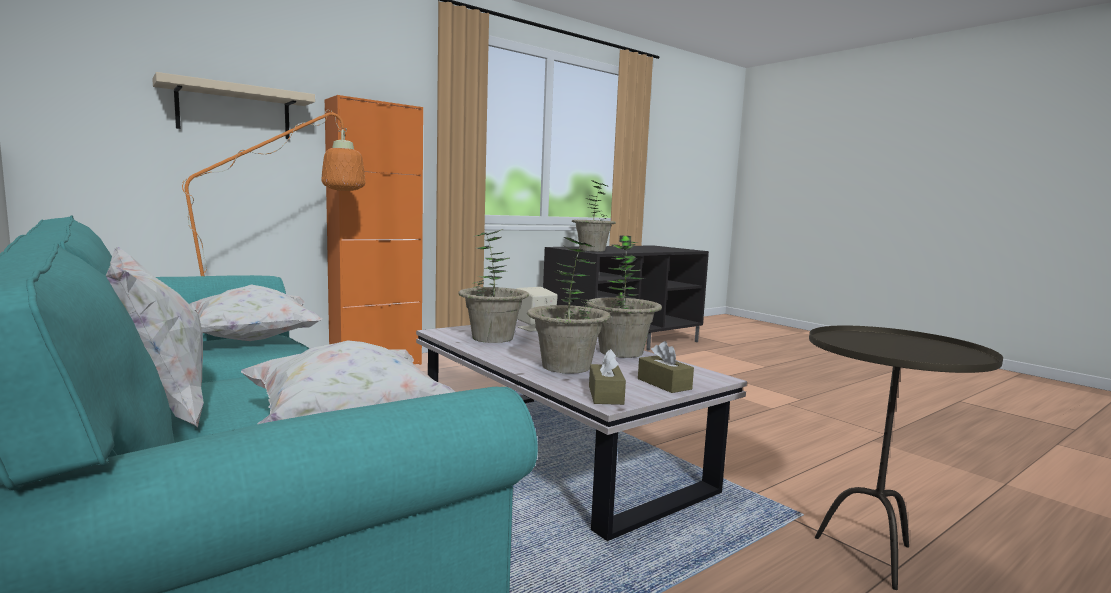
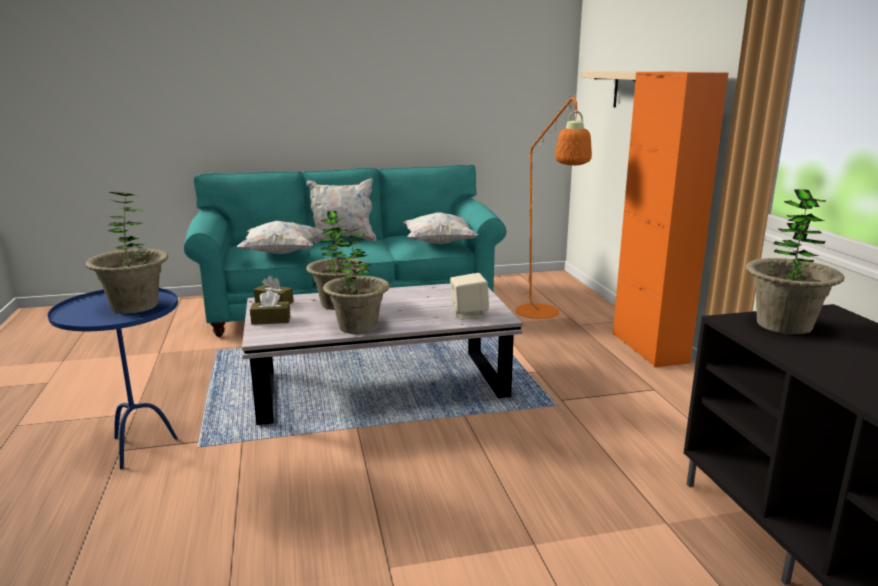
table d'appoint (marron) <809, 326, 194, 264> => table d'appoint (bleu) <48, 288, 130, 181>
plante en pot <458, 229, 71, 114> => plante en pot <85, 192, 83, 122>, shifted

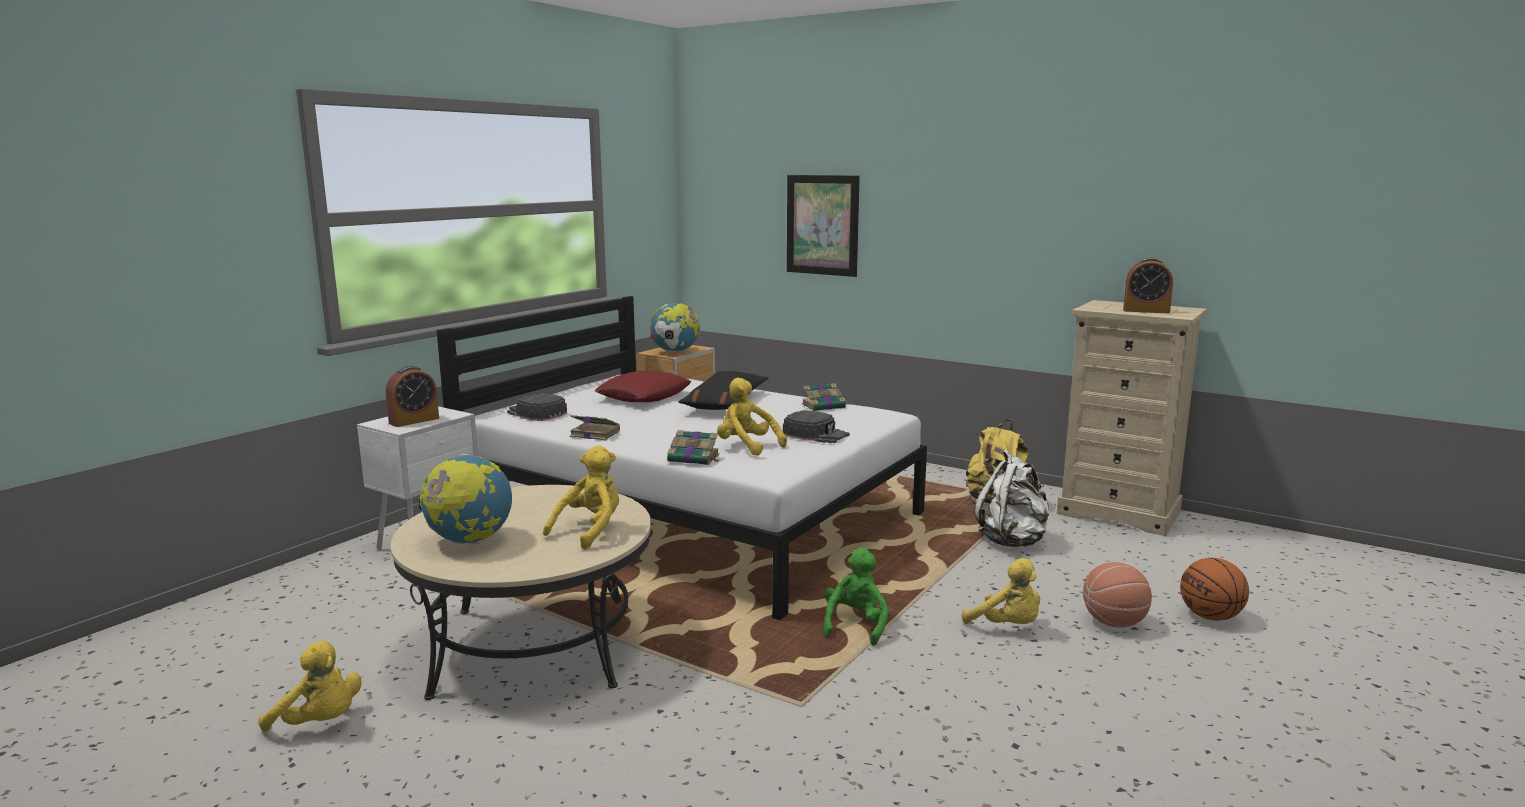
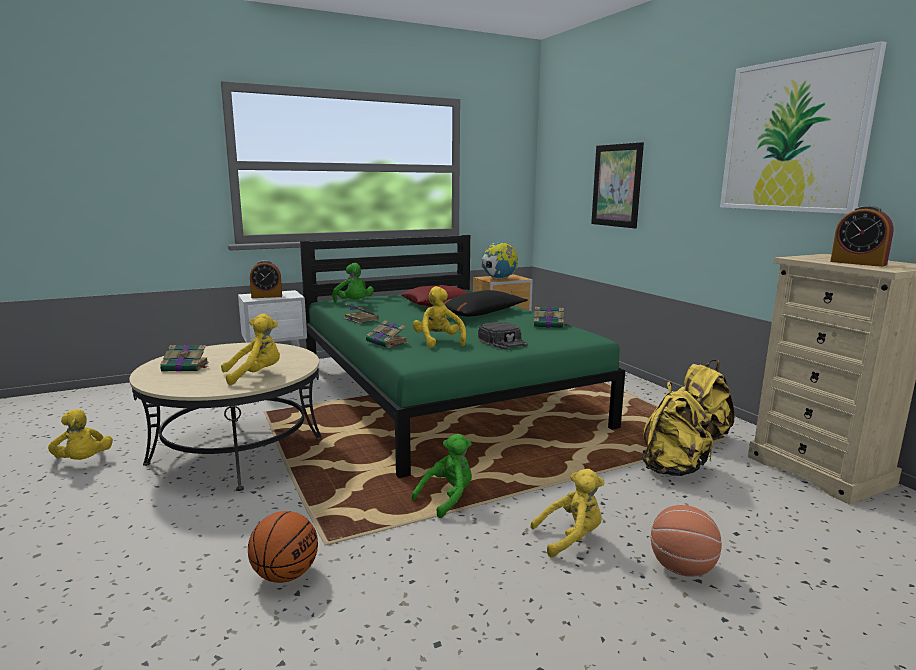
globe <419, 454, 93, 90> => livre <160, 345, 49, 27>
ballon de basket <1180, 558, 69, 63> => ballon de basket <248, 511, 70, 72>, shifted
lit (blanc) <437, 296, 490, 324> => lit (vert) <300, 235, 325, 243>
casquette (noir) <507, 393, 60, 28> => peluche (vert) <332, 263, 42, 39>
peluche (jaune) <962, 558, 78, 66> => peluche (jaune) <530, 469, 75, 89>, 90 degrees counterclockwise
sac à dos (blanc) <974, 449, 75, 98> => sac à dos (jaune) <643, 382, 70, 94>
nothing => tableau <720, 41, 167, 173>

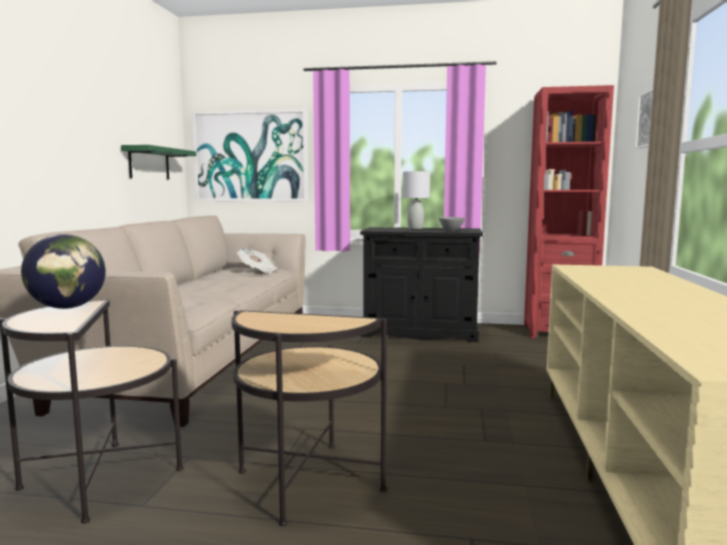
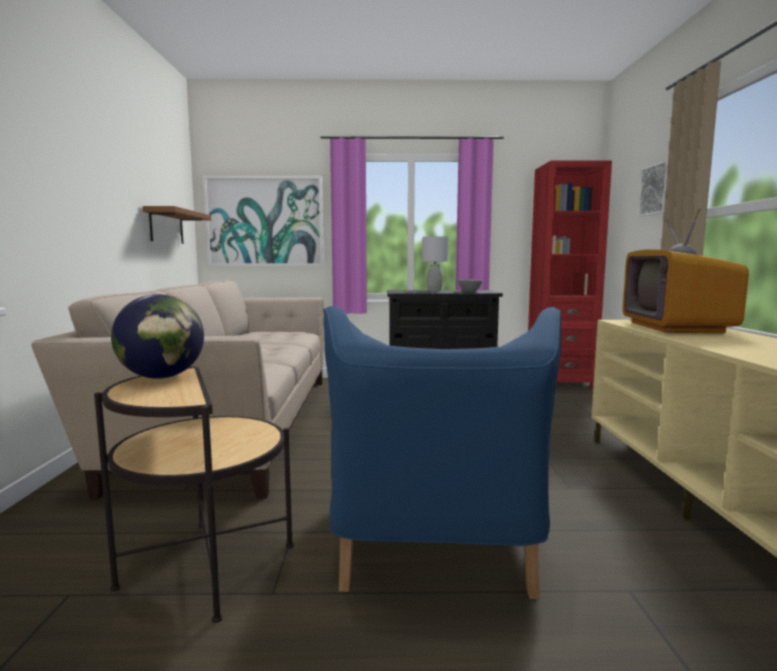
étagère (vert) <121, 145, 75, 35> => étagère (marron) <143, 206, 68, 38>
table d'appoint <231, 310, 156, 216> => fauteuil (bleu) <323, 306, 238, 293>
nothing => téléviseur <623, 208, 126, 125>
journal <237, 248, 41, 25> => nothing

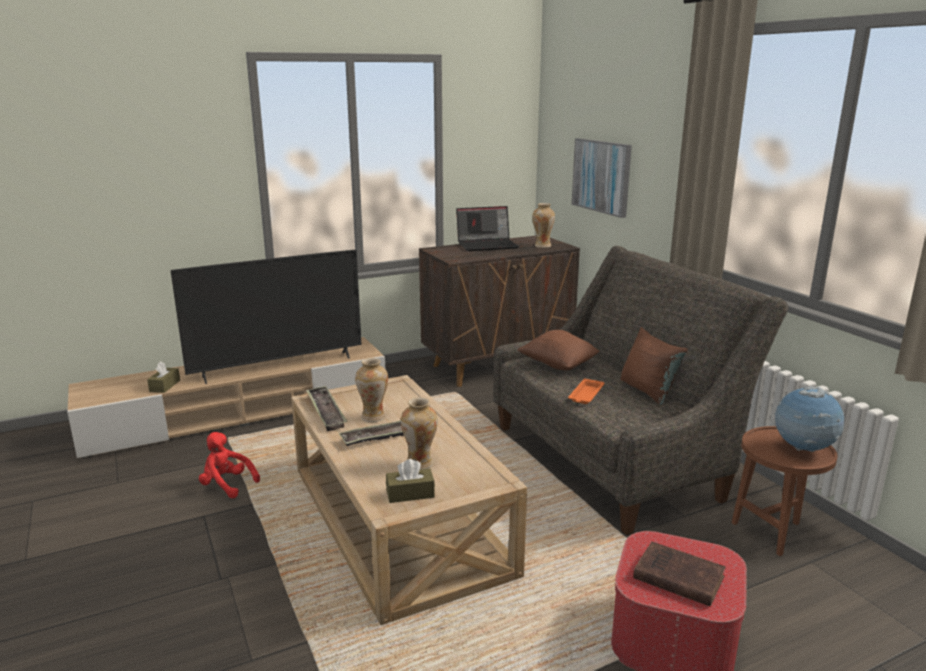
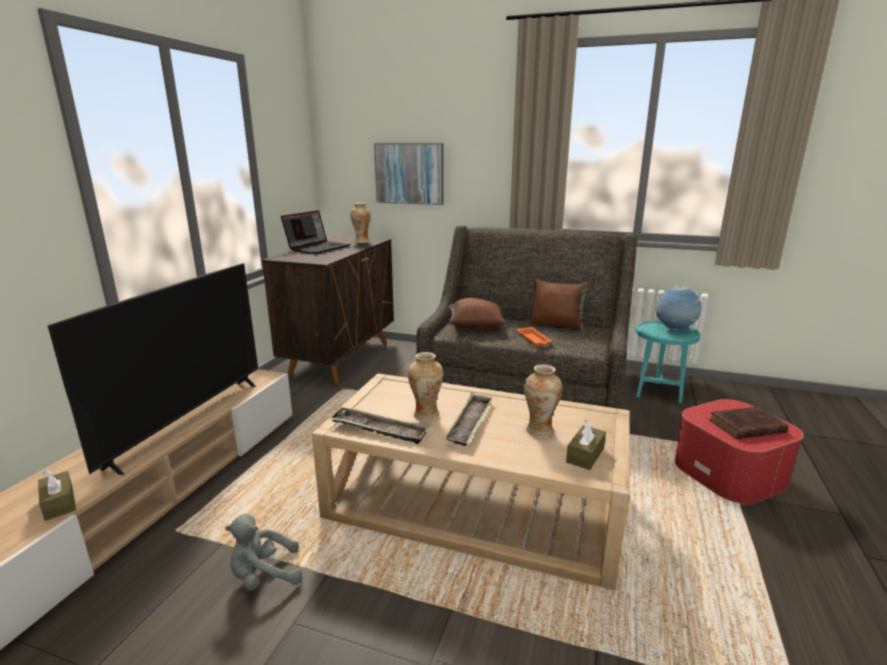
peluche (rouge) <199, 432, 61, 66> => peluche (gris) <225, 514, 78, 76>
table d'appoint (marron) <732, 426, 106, 130> => table d'appoint (turquoise) <636, 321, 64, 82>

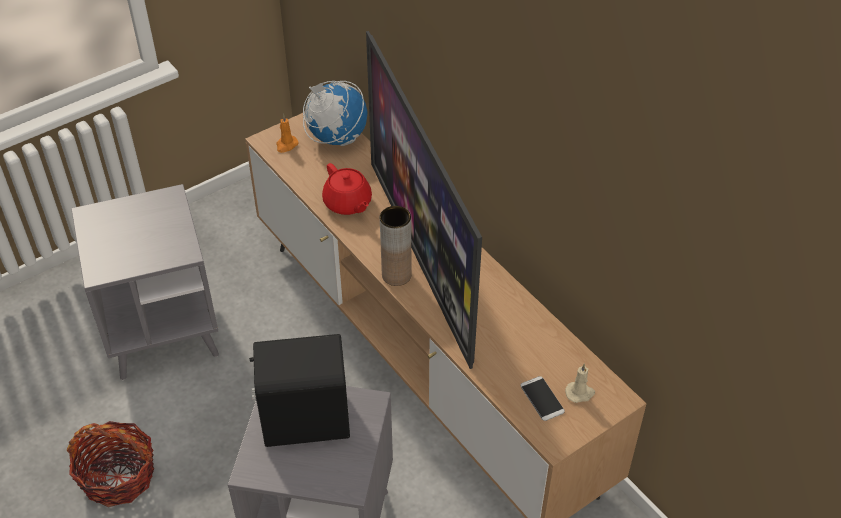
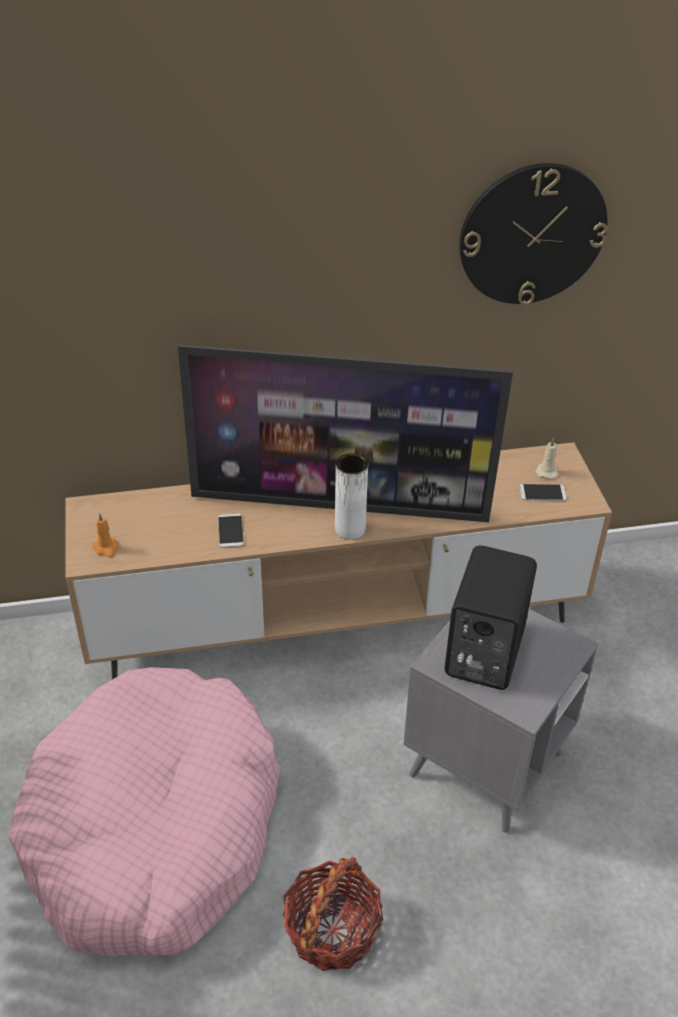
table d'appoint (gris) <71, 184, 148, 196> => panier pour chien (rose) <9, 667, 271, 290>
théière (rouge) <322, 163, 50, 52> => téléphone <218, 513, 26, 35>
vase (marron) <380, 206, 32, 80> => vase (blanc) <335, 453, 33, 87>
nothing => horloge murale <459, 163, 149, 142>
globe <303, 81, 65, 65> => nothing

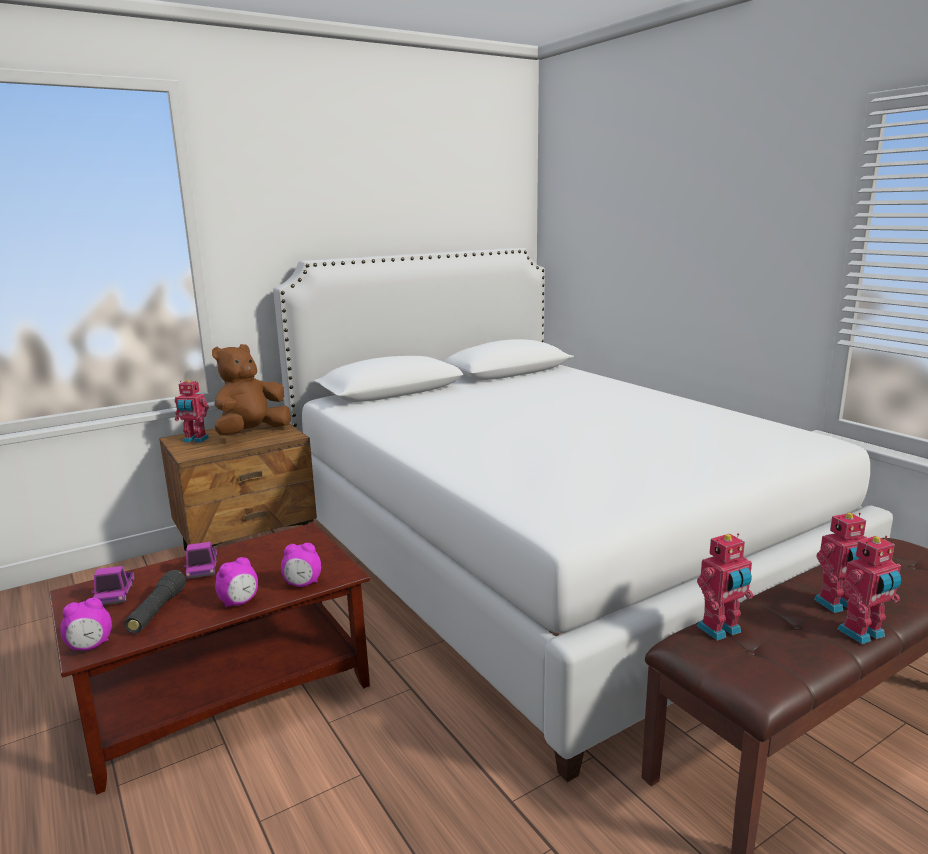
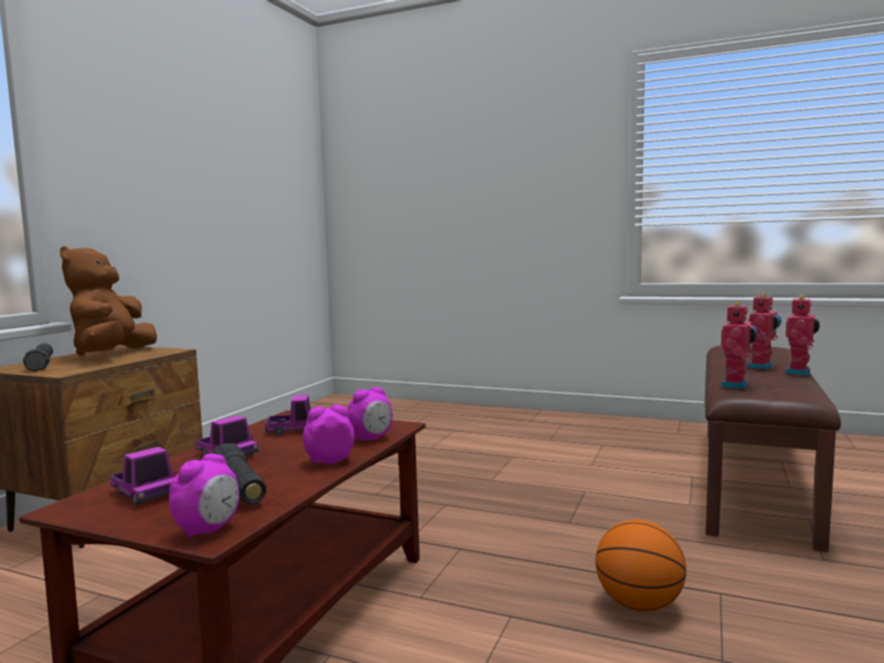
robot jouet <175, 380, 34, 63> => lampe de poche (noir) <23, 343, 30, 29>
nothing => camion jouet <265, 395, 46, 40>
réveil <215, 557, 43, 51> => réveil <303, 404, 51, 60>, 120 degrees counterclockwise
nothing => ballon de basket <596, 520, 90, 92>
lit (blanc) <273, 247, 620, 535> => nothing

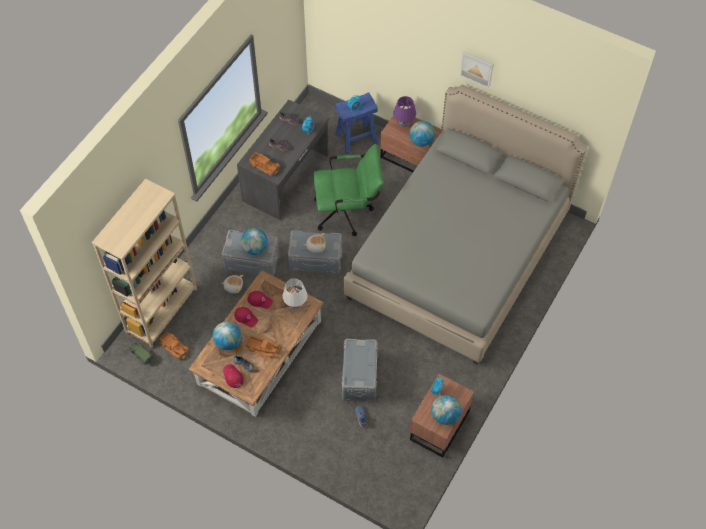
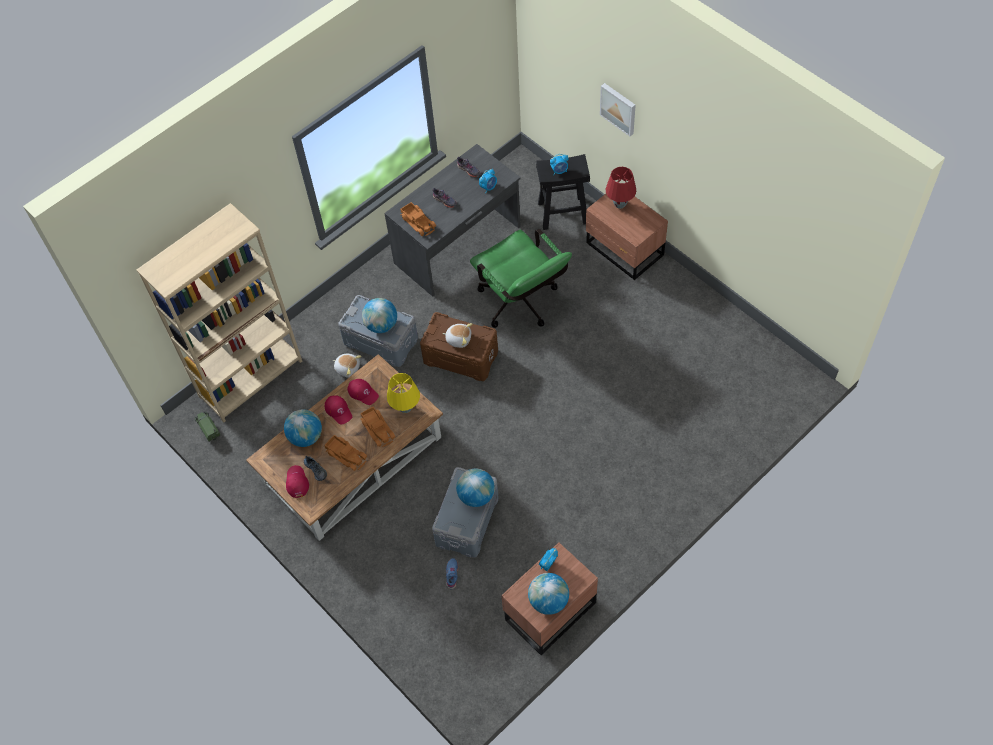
camion jouet <160, 332, 29, 28> => camion jouet <360, 406, 35, 41>, shifted
lampe de table (blanc) <282, 278, 26, 31> => lampe de table (jaune) <387, 373, 33, 40>
boîte de rangement (gris) <288, 230, 54, 44> => boîte de rangement (marron) <420, 312, 78, 69>
globe <409, 121, 26, 26> => globe <456, 469, 39, 38>, shifted
chaise de bureau (vert) <313, 144, 71, 92> => chaise de bureau (vert) <470, 229, 102, 99>, 45 degrees clockwise
tabouret (bleu) <335, 92, 43, 62> => tabouret (noir) <536, 154, 54, 76>
tableau <460, 51, 34, 37> => tableau <600, 83, 36, 53>, shifted
lampe de table (violet) <393, 96, 23, 31> => lampe de table (rouge) <606, 167, 30, 42>
lit (gris) <344, 85, 243, 280> => nothing

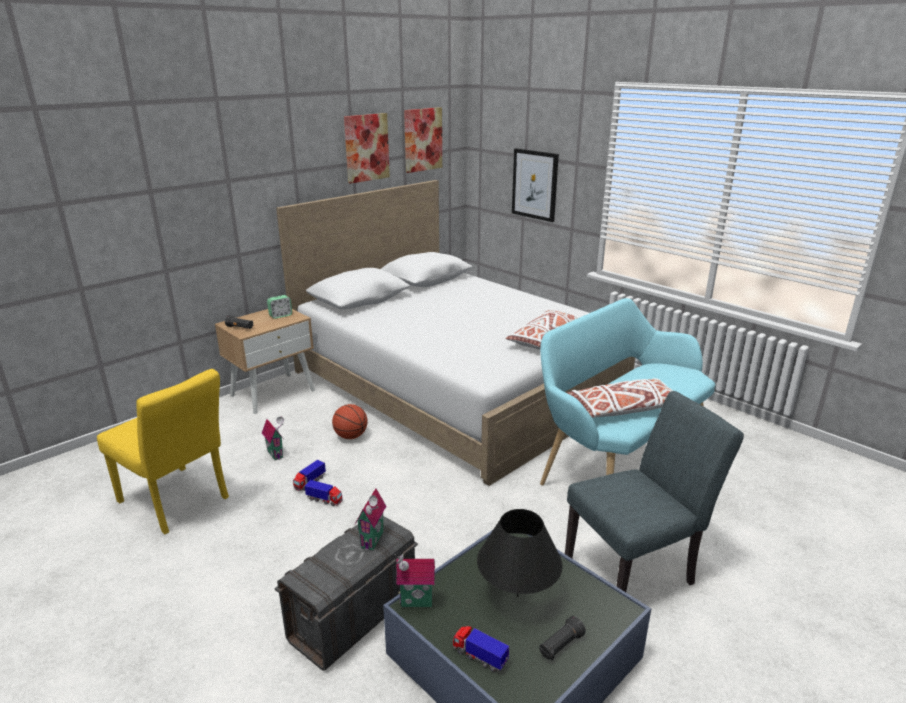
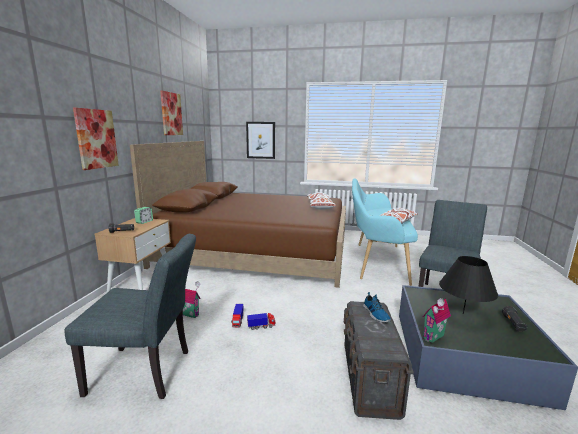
chaise (jaune) <97, 369, 132, 166> => chaise (gris) <64, 234, 132, 165>
tableau <404, 107, 38, 66> => tableau <73, 108, 46, 62>, shifted
lit (blanc) <276, 180, 359, 306> => lit (marron) <130, 141, 216, 147>
maison miniature <355, 489, 31, 62> => chaussure <363, 292, 28, 30>
ballon de basket <332, 404, 36, 35> => nothing
camion jouet <453, 626, 56, 46> => nothing

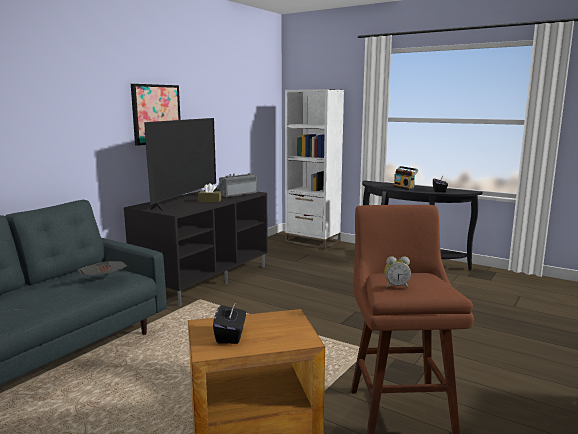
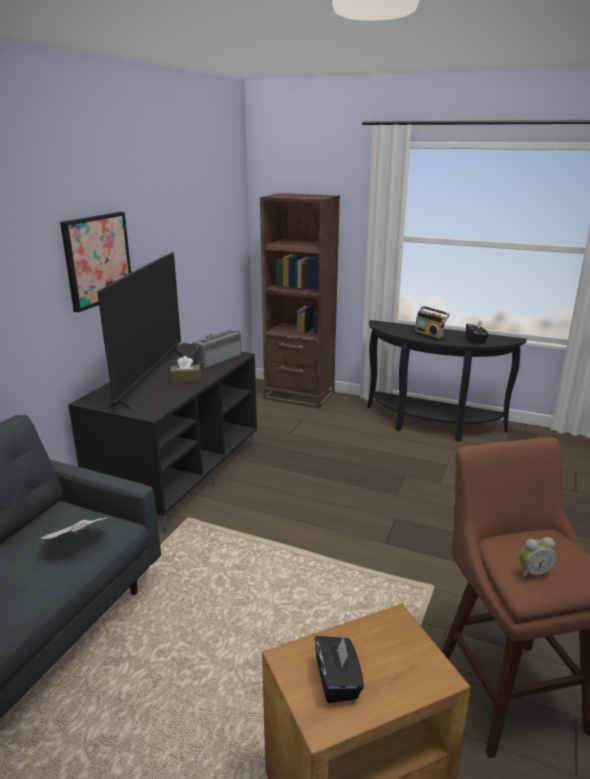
bibliothèque (blanc) <285, 89, 59, 160> => bibliothèque (marron) <260, 193, 80, 215>

